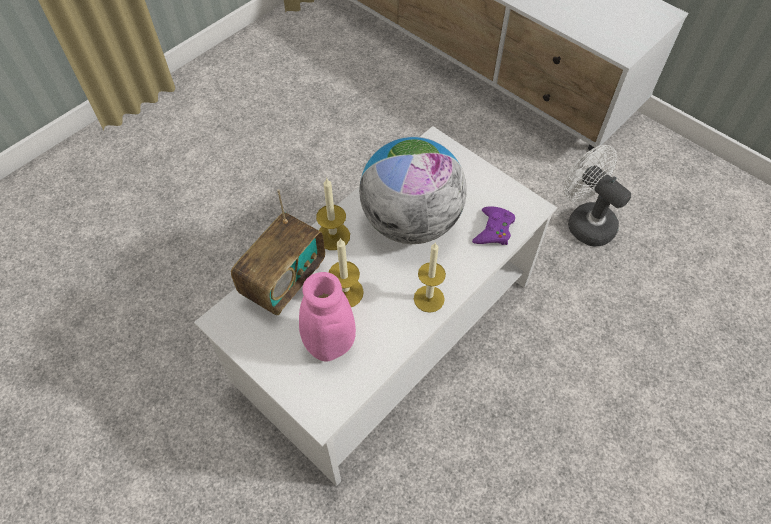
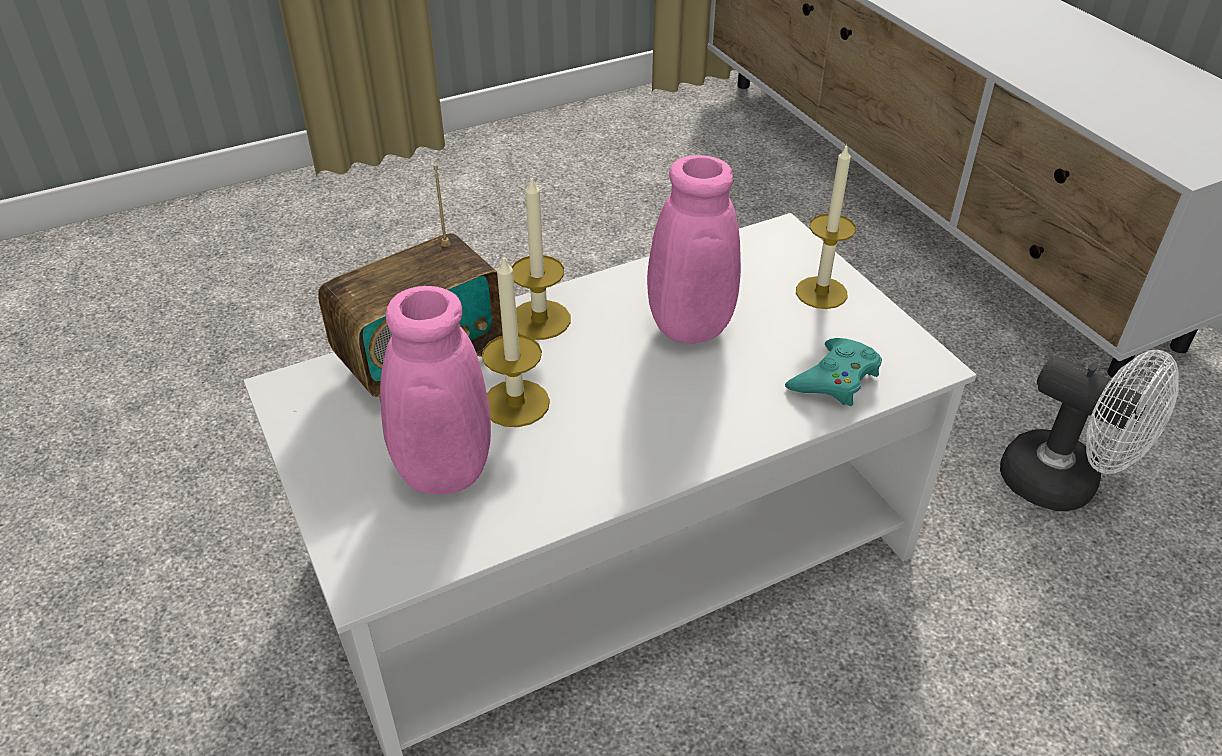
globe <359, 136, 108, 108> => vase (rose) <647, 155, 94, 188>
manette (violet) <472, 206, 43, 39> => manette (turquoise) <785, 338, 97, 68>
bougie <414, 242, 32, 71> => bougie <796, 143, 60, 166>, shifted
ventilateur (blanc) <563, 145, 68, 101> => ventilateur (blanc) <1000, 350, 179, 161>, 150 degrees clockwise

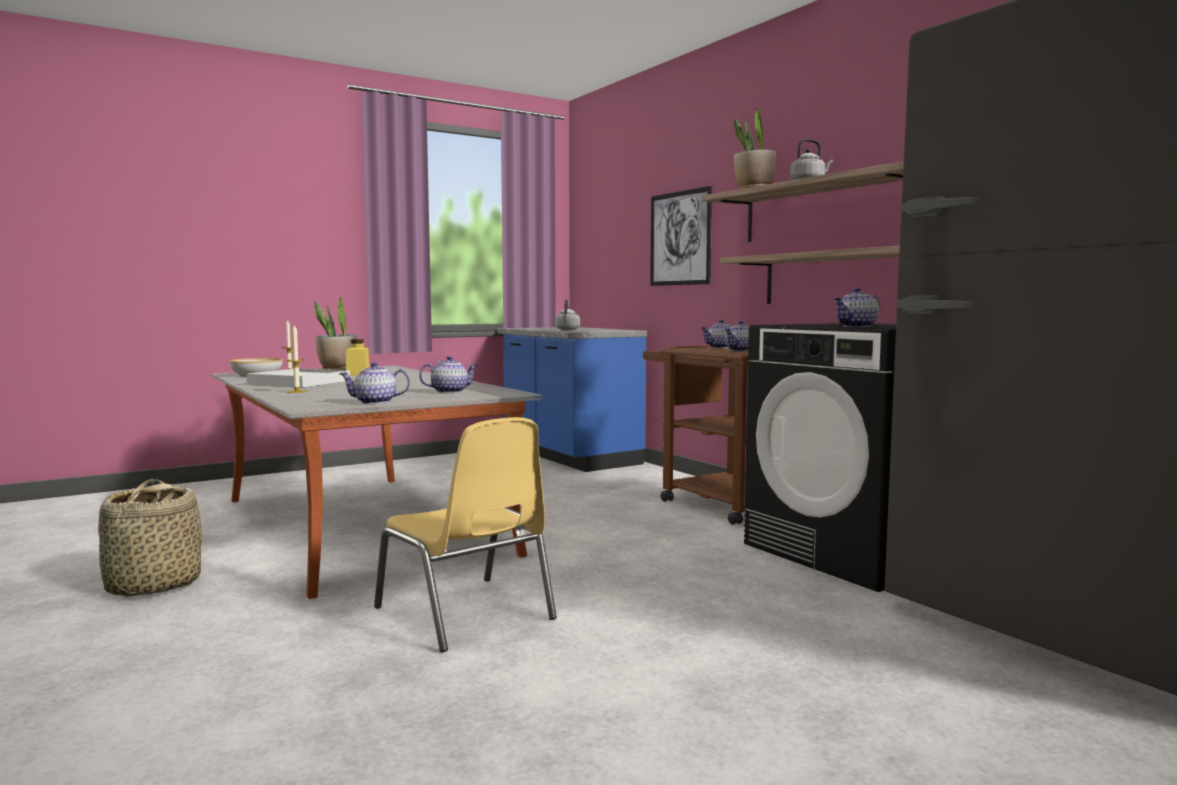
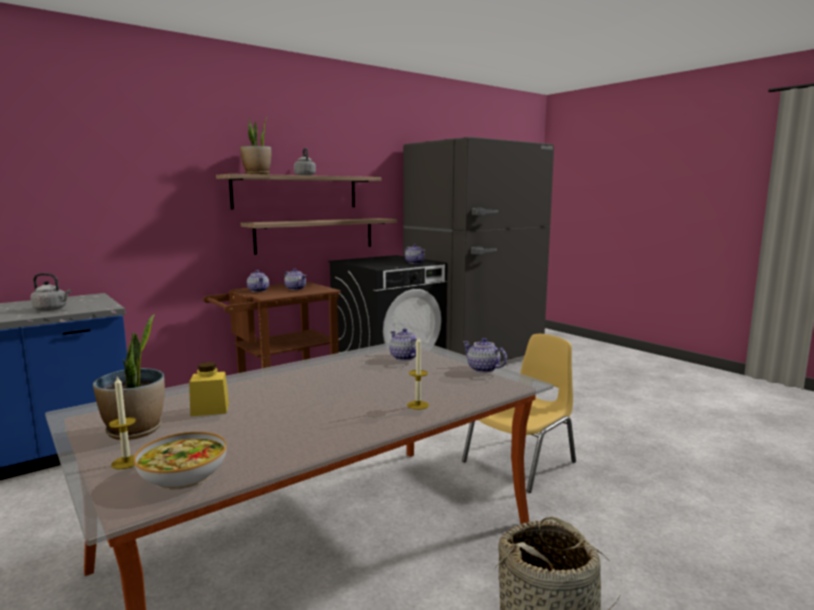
théière <339, 362, 71, 42> => théière <463, 338, 44, 35>, 150 degrees clockwise
plateau (blanc) <247, 368, 103, 20> => nothing
tableau <650, 186, 62, 100> => nothing

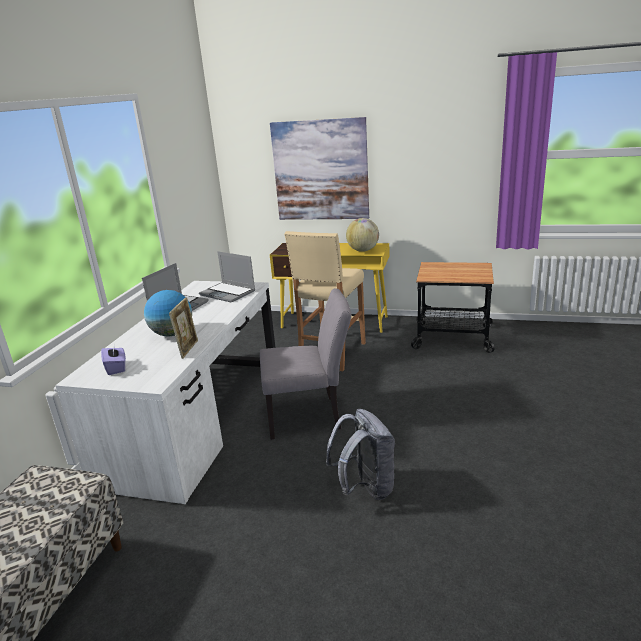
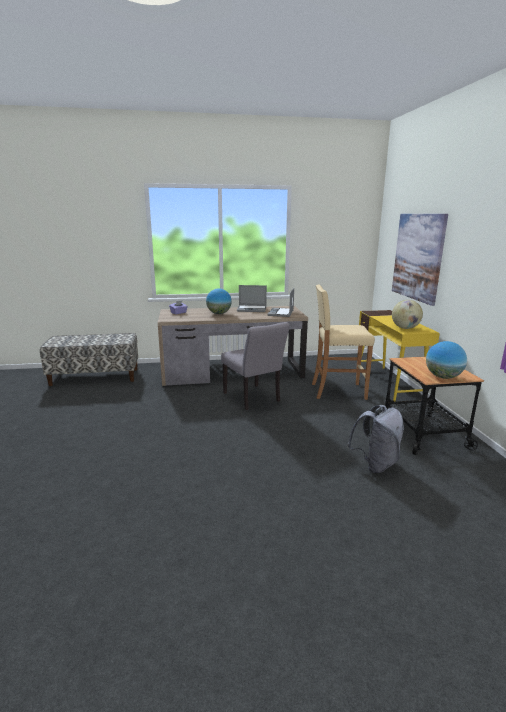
bureau (blanc) <55, 281, 220, 223> => bureau (marron) <158, 306, 150, 80>
sac à dos (gris) <326, 409, 69, 91> => sac à dos (gris) <347, 405, 57, 68>, shifted
nothing => globe <426, 341, 41, 38>
cadre photo <169, 297, 29, 62> => nothing

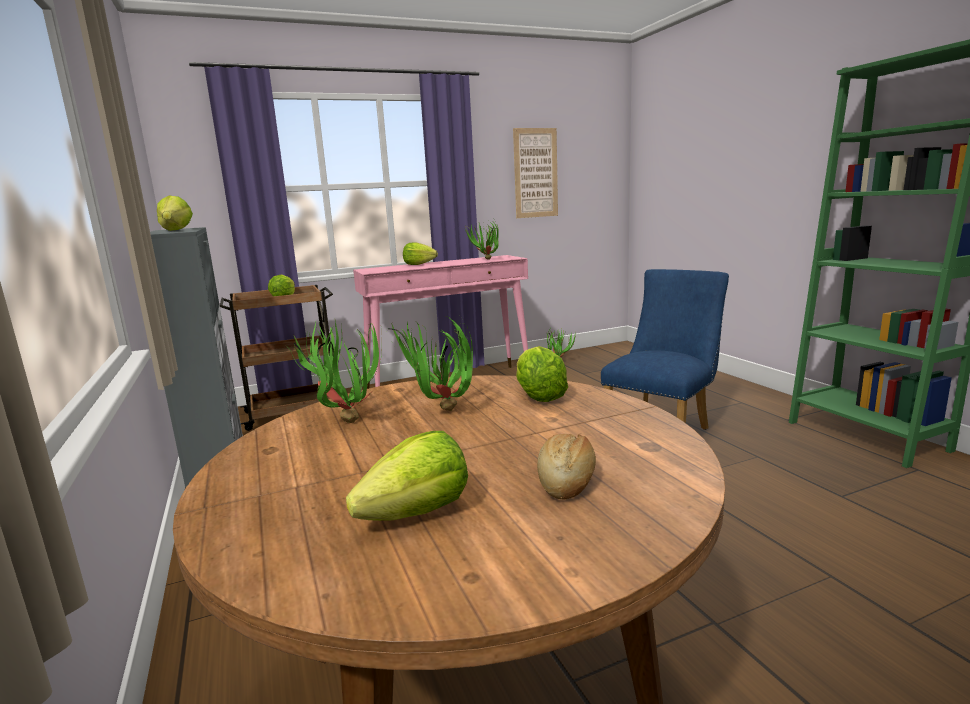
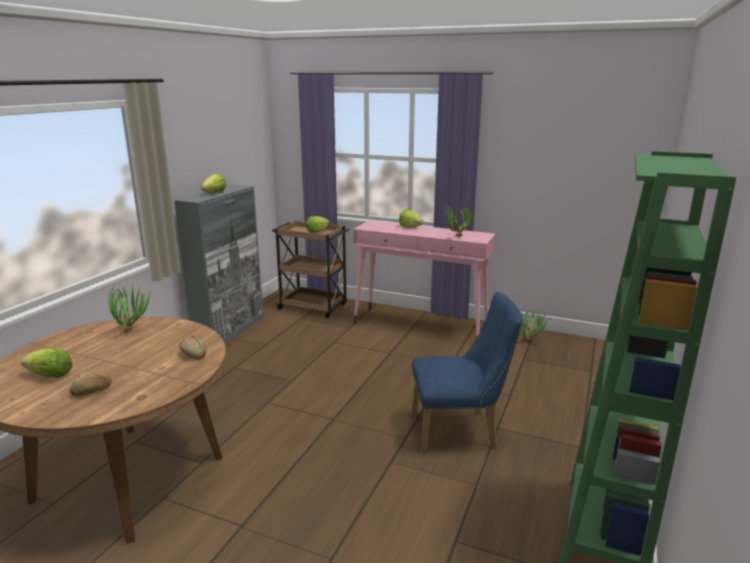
laitue <516, 346, 52, 56> => pain <179, 336, 27, 24>
plante en pot <386, 311, 87, 100> => nothing
tableau <513, 128, 45, 90> => nothing

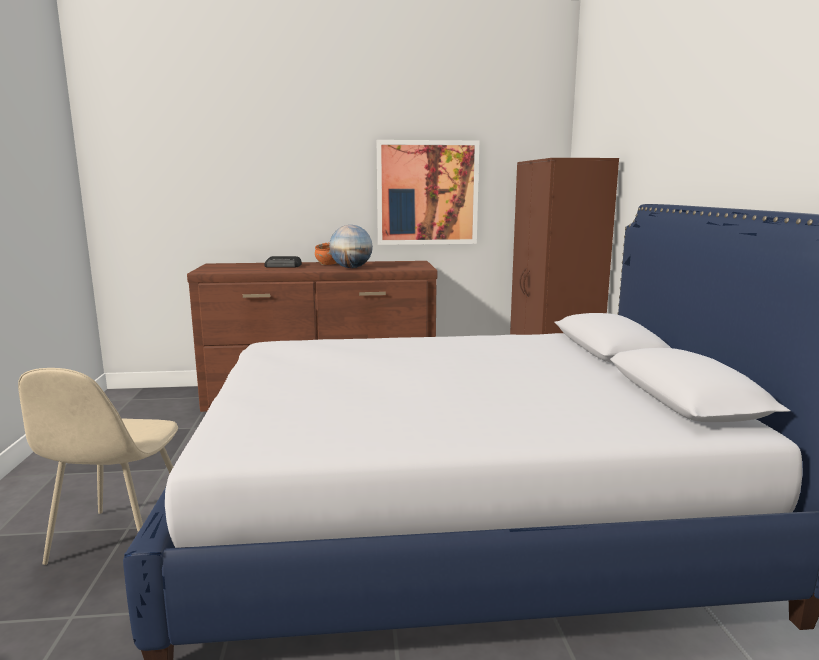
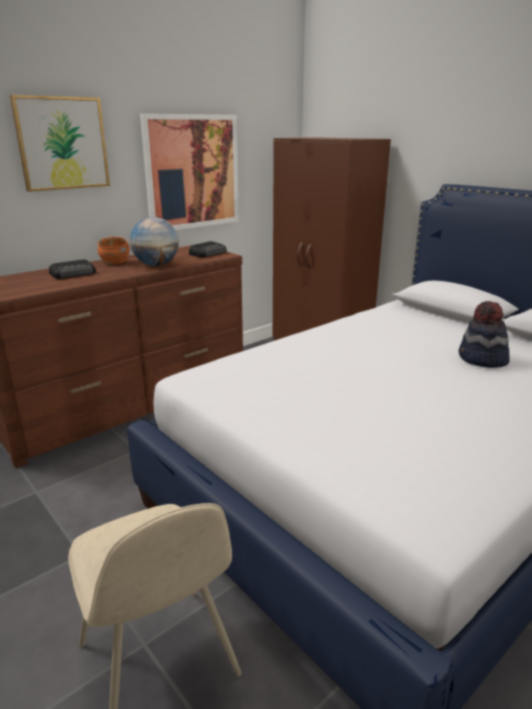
nothing => tableau <10, 95, 100, 97>
nothing => radio <189, 241, 38, 16>
nothing => chapeau <459, 301, 51, 67>

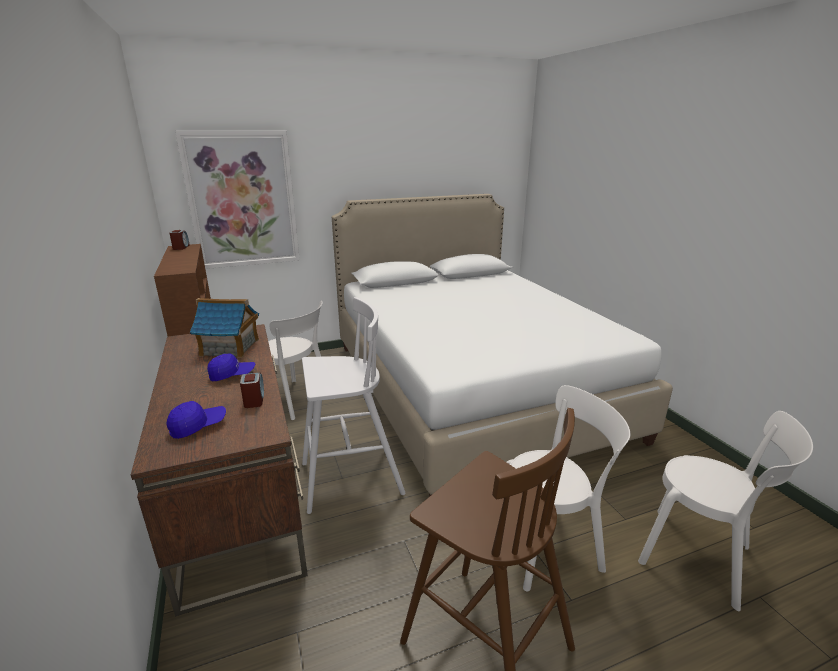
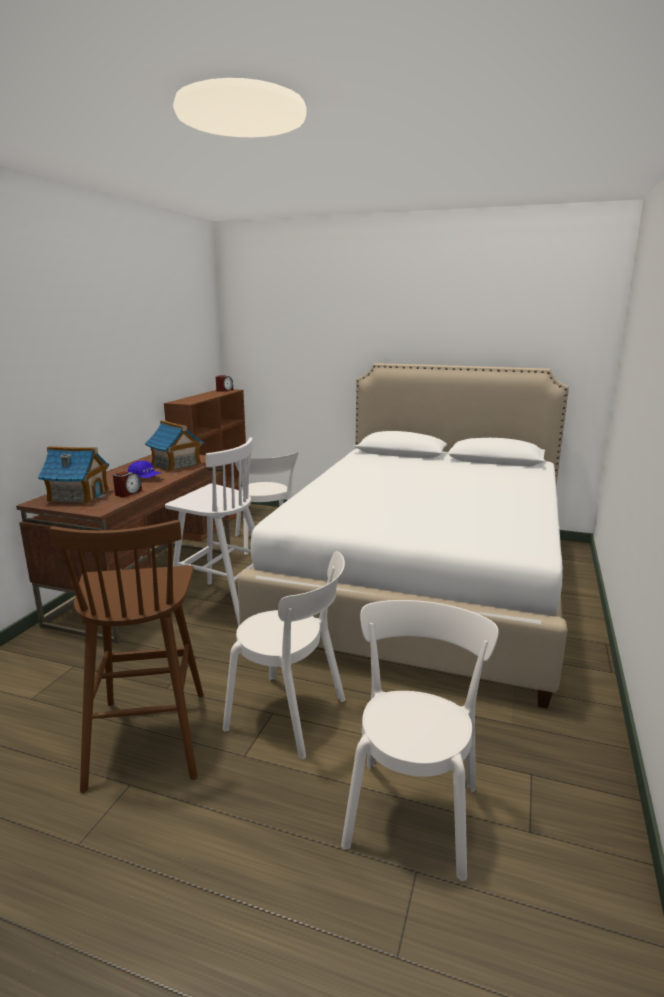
casquette (bleu) <166, 401, 60, 38> => maison miniature <38, 446, 71, 58>
chaise (blanc) <638, 411, 175, 200> => chaise (blanc) <341, 600, 158, 281>, 150 degrees counterclockwise
tableau <175, 130, 125, 139> => nothing

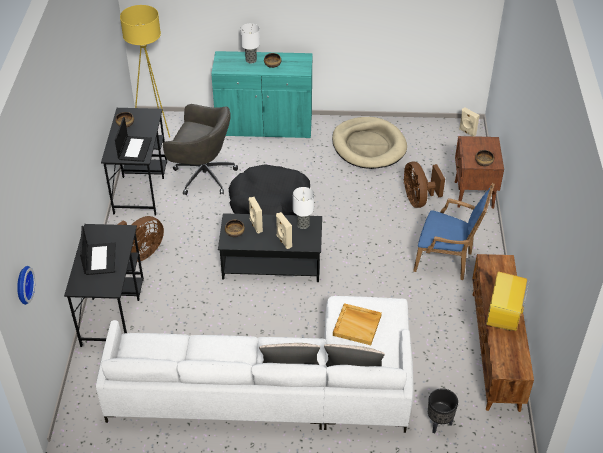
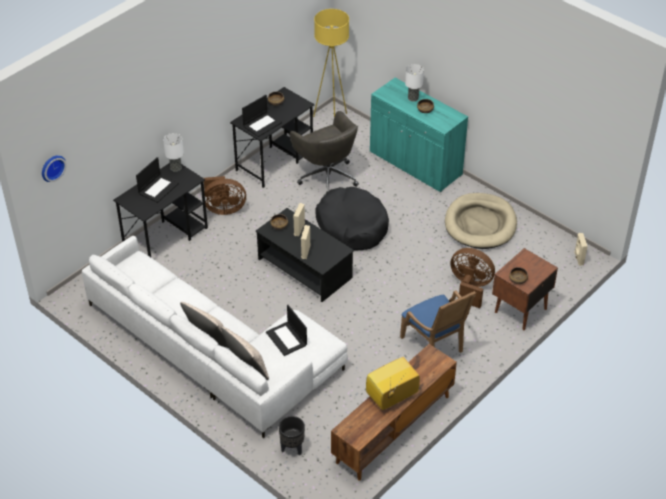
lampe de table <293, 187, 21, 42> => lampe de table <163, 133, 21, 39>, shifted
plateau (beige) <333, 303, 49, 42> => ordinateur portable <266, 305, 41, 51>
ventilateur (marron) <403, 161, 42, 47> => ventilateur (marron) <451, 248, 44, 60>, 90 degrees clockwise

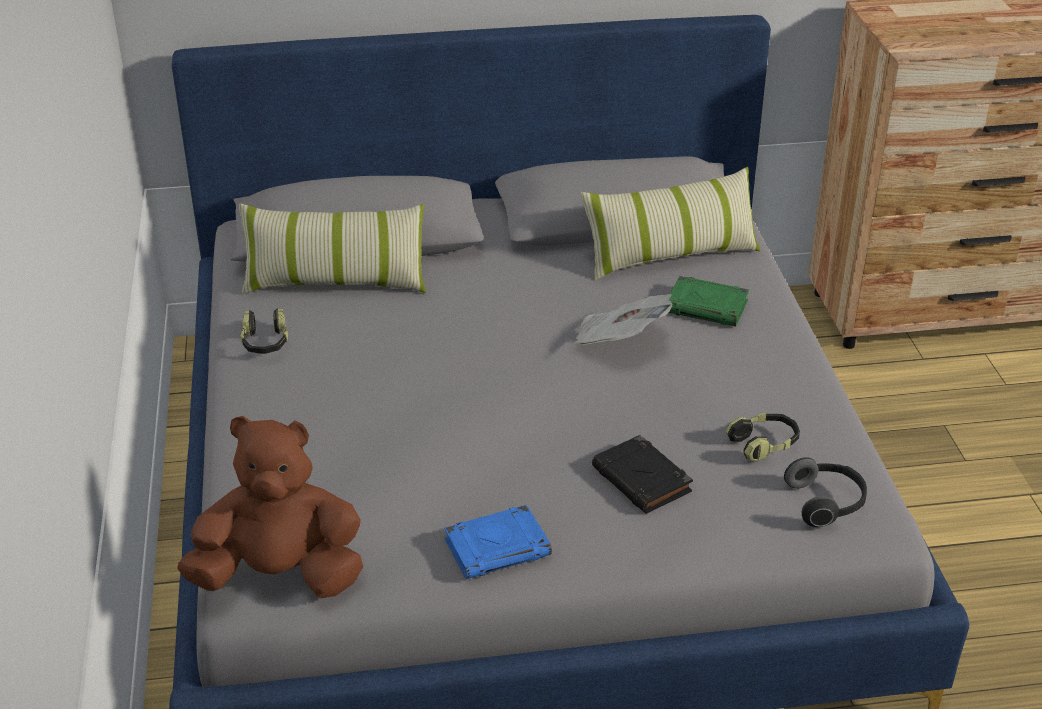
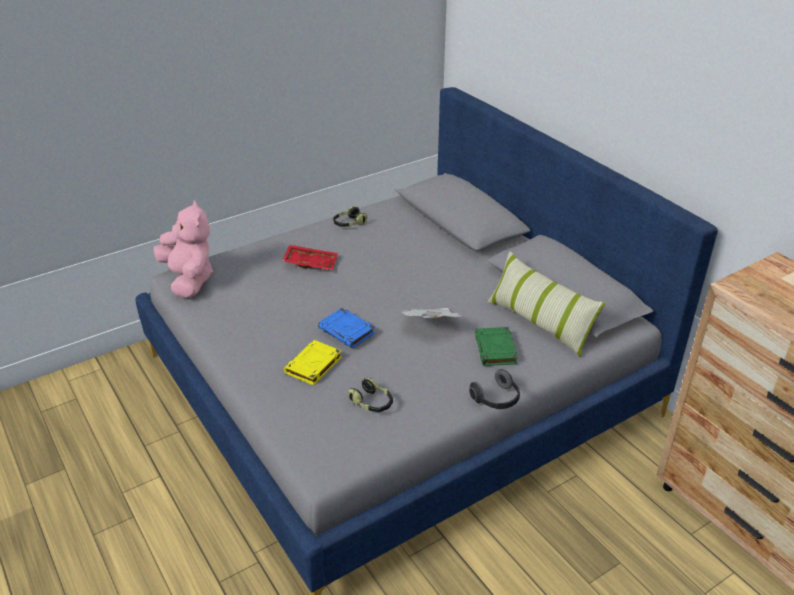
peluche (marron) <177, 416, 186, 182> => peluche (rose) <154, 201, 59, 97>
nothing => plateau (rouge) <283, 245, 55, 25>
livre (noir) <592, 435, 101, 79> => livre (jaune) <284, 340, 58, 46>
livre (bleu) <444, 505, 108, 74> => livre (bleu) <318, 308, 57, 40>, shifted
casque audio <784, 457, 83, 70> => casque audio <469, 369, 51, 40>, shifted
coussin <239, 203, 187, 91> => nothing

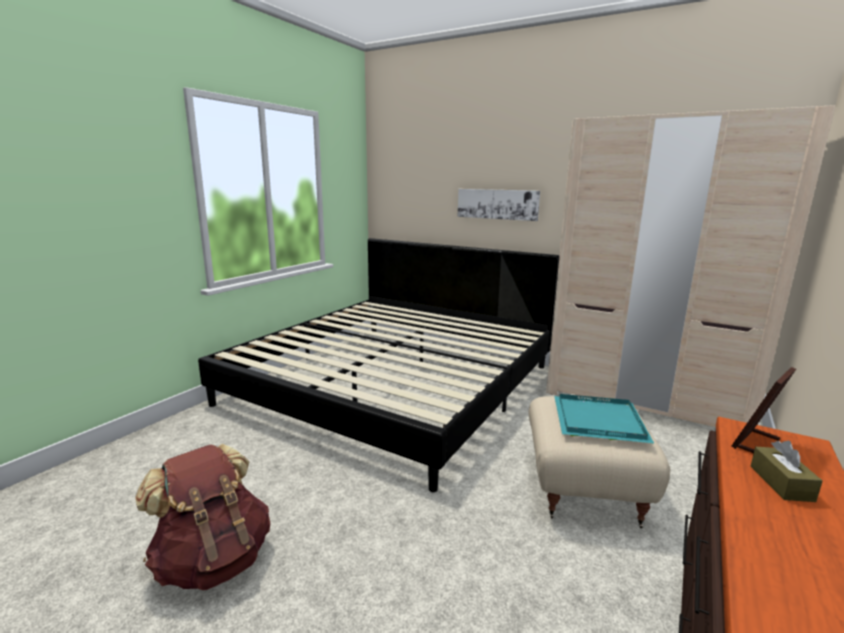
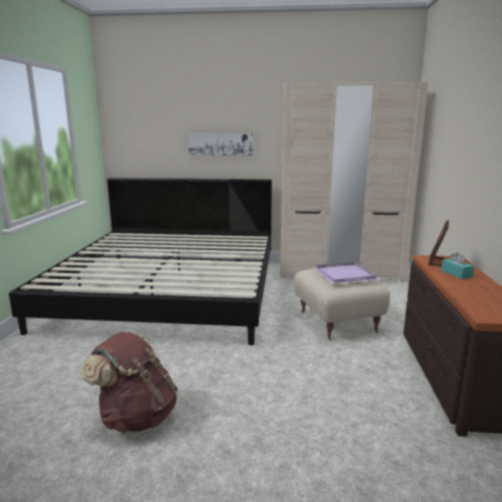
plateau (turquoise) <554, 394, 101, 50> => plateau (violet) <313, 262, 68, 23>
boîte à mouchoirs (marron) <751, 441, 71, 61> => boîte à mouchoirs (turquoise) <441, 252, 33, 27>

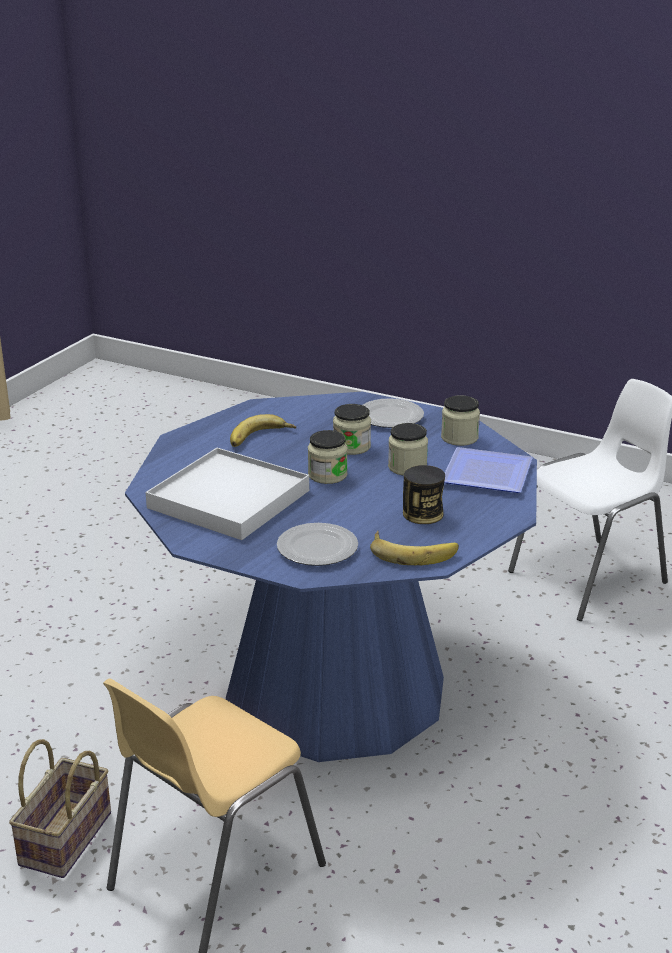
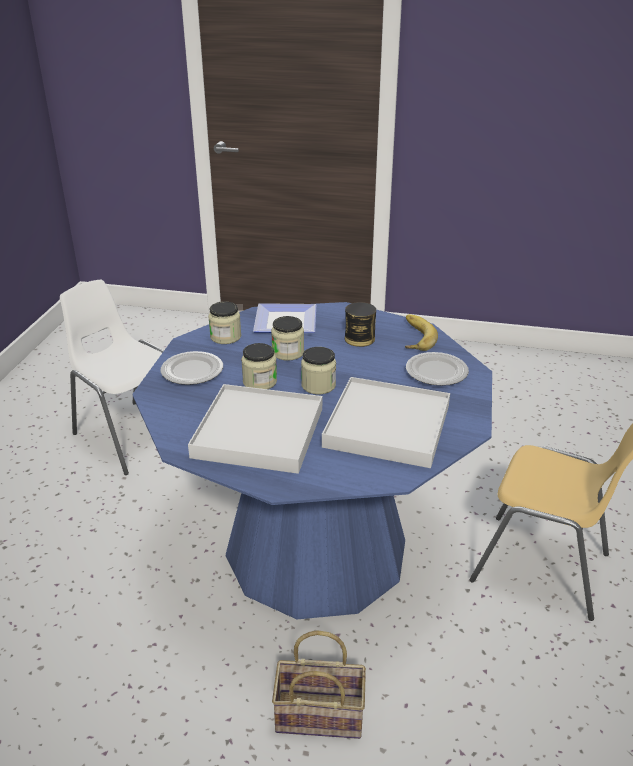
banane <230, 414, 66, 33> => plateau (blanc) <188, 384, 134, 90>
panier <9, 739, 102, 139> => panier <272, 630, 94, 109>, shifted

